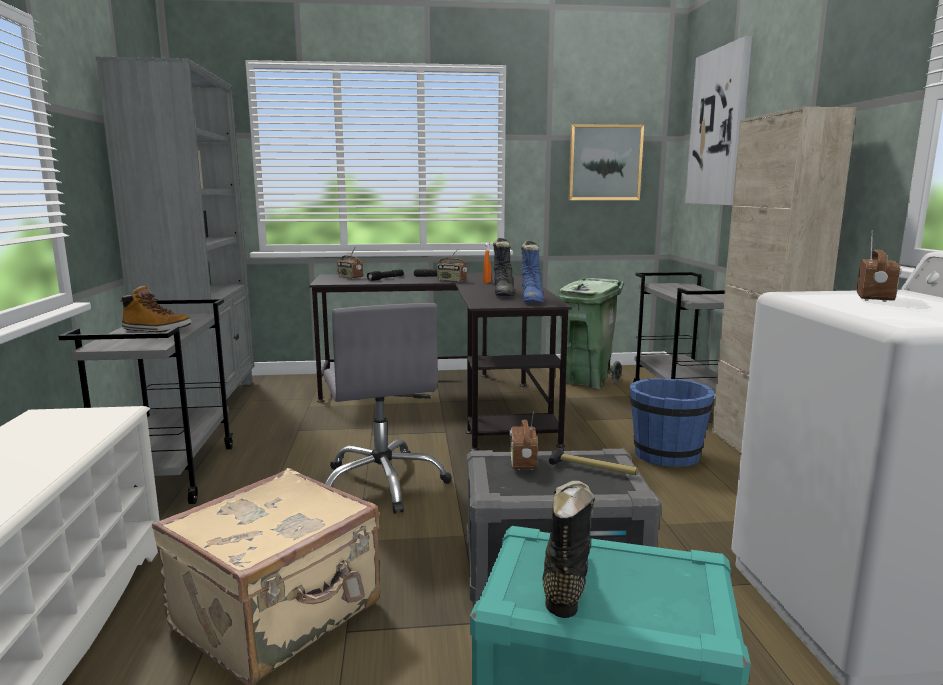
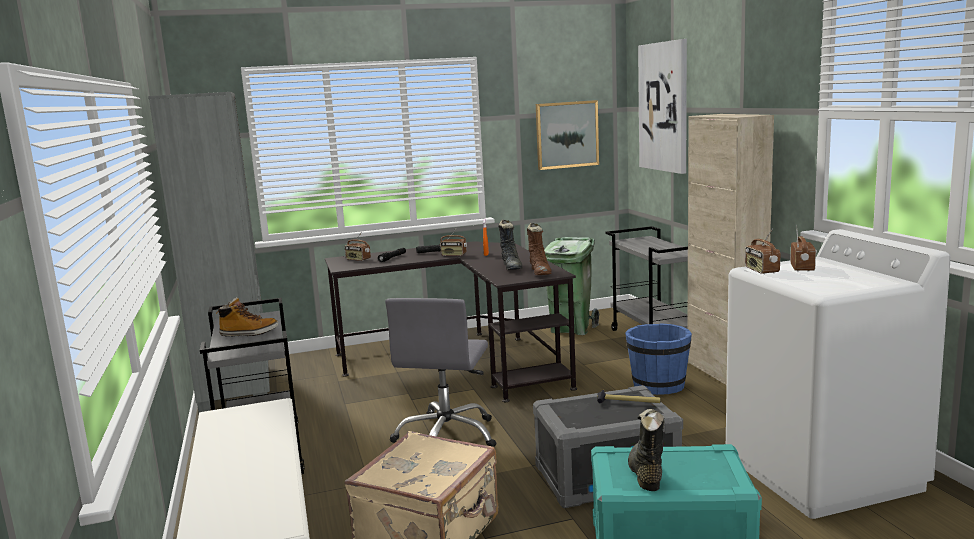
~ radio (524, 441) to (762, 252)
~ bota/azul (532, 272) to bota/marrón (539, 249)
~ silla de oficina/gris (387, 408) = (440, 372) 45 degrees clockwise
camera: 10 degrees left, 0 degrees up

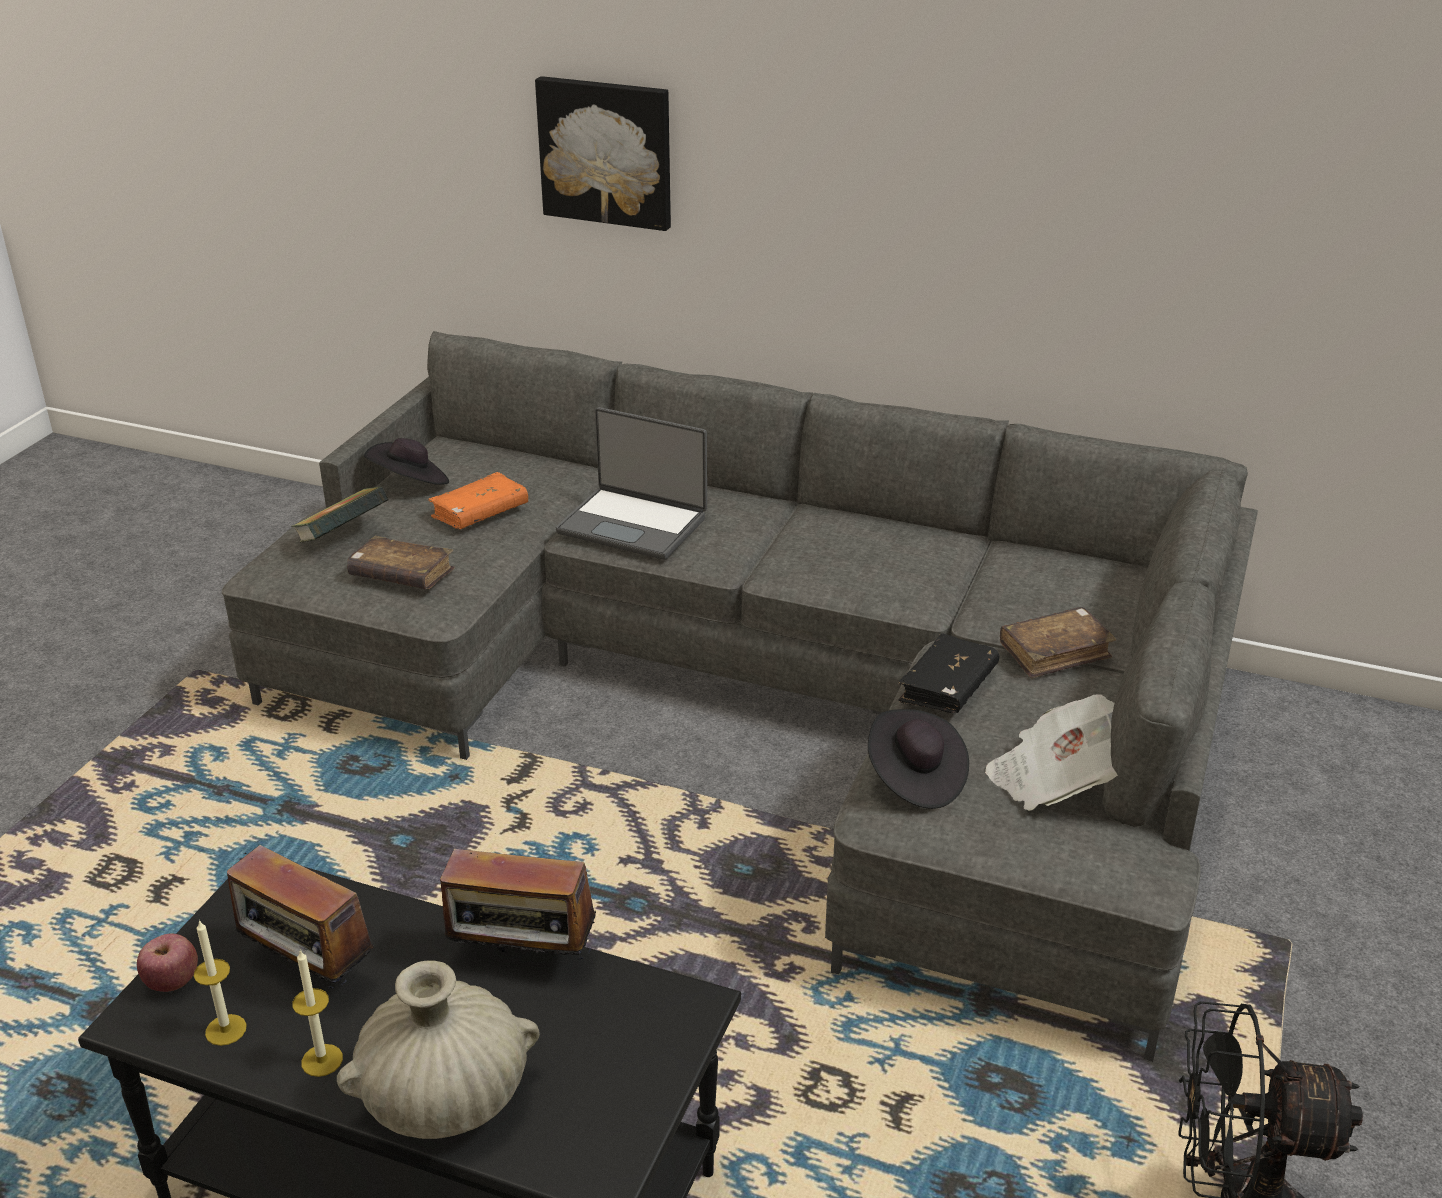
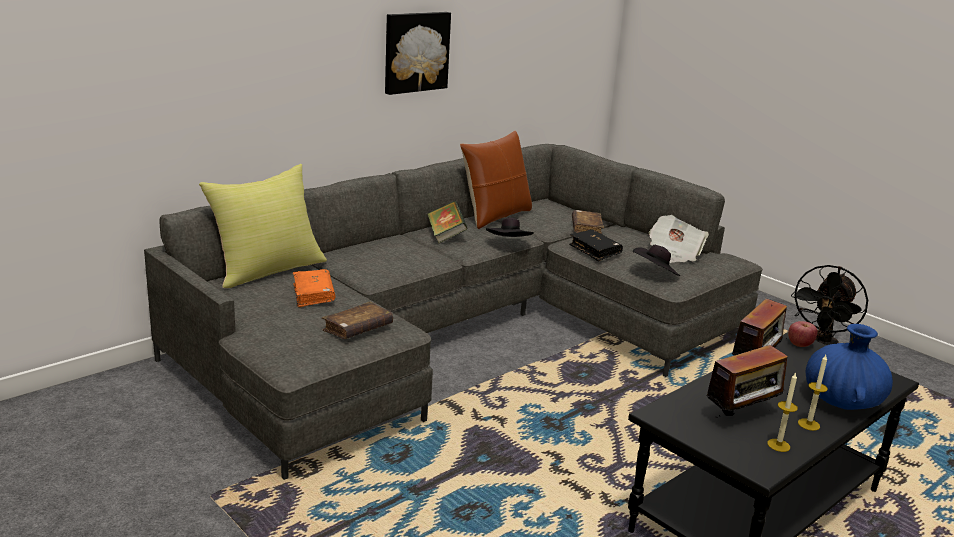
- portátil (631, 483)
+ cojín/amarillo (263, 226)
+ cojín/marrón (496, 180)
~ manzana (167, 963) to (803, 334)
~ libro (339, 514) to (447, 222)
~ sombrero/negro (406, 461) to (510, 227)
~ cuadro (603, 153) to (418, 53)
~ florero/beis (438, 1050) to florero/azul (849, 367)
camera: 65 degrees left, 10 degrees down

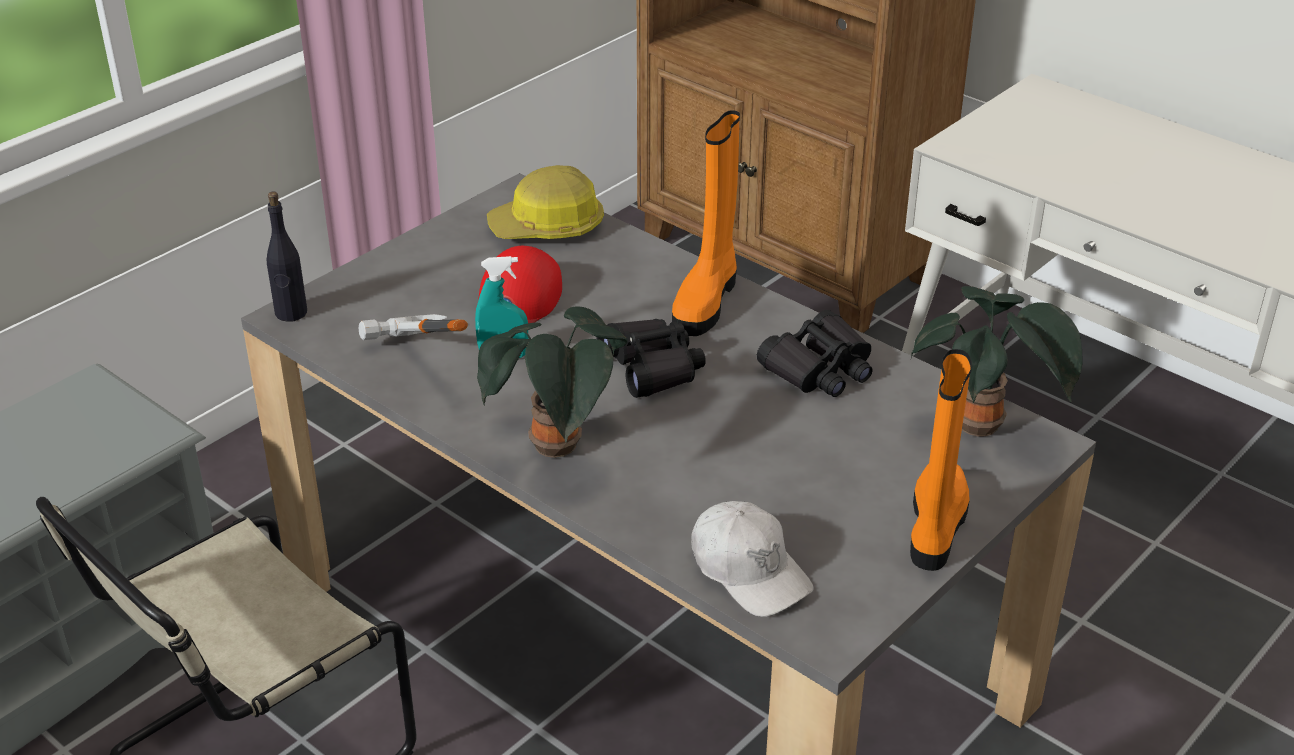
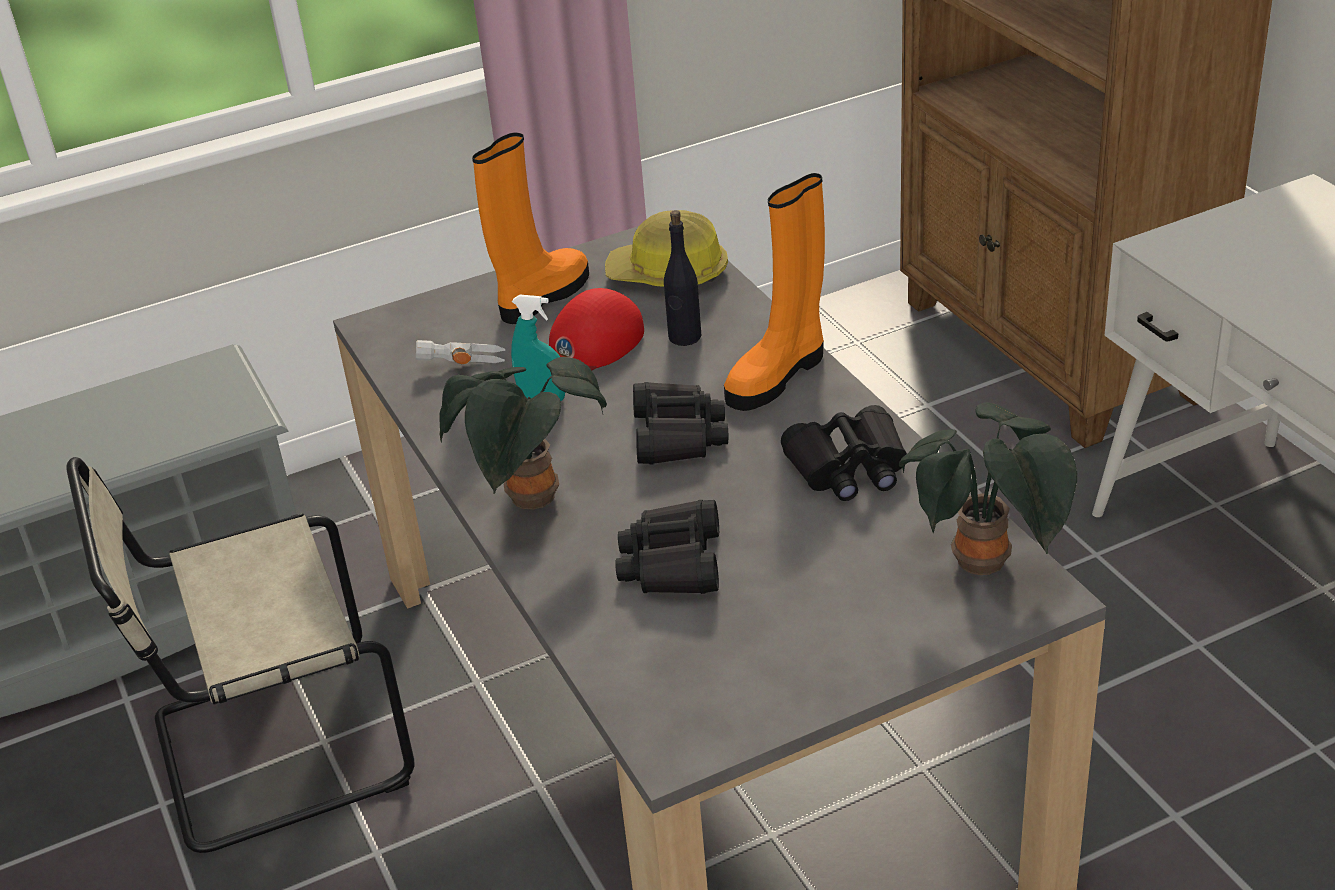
- gorra/blanco (752, 559)
+ prismáticos/negro (667, 547)
~ botella/negro (287, 256) to (682, 278)
~ bota/naranja (941, 460) to (530, 228)
camera: 25 degrees right, 0 degrees up

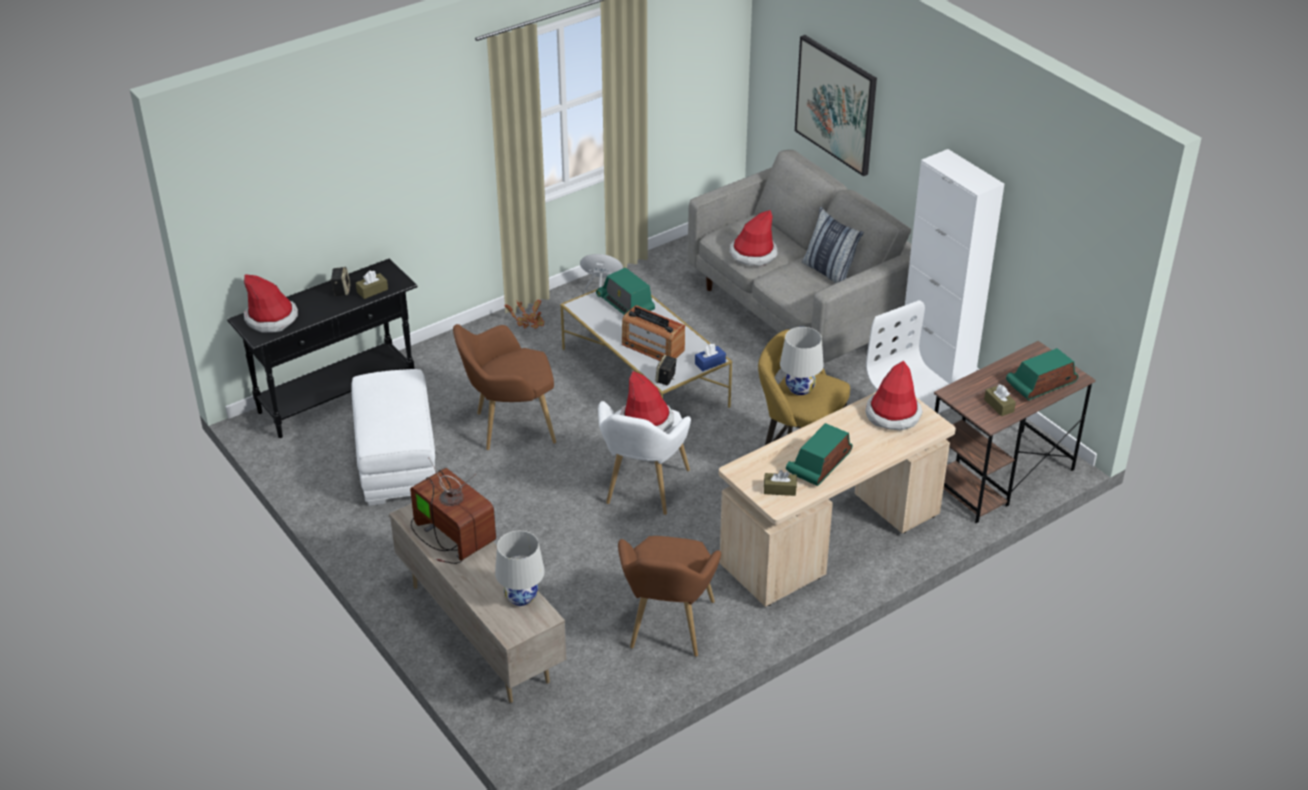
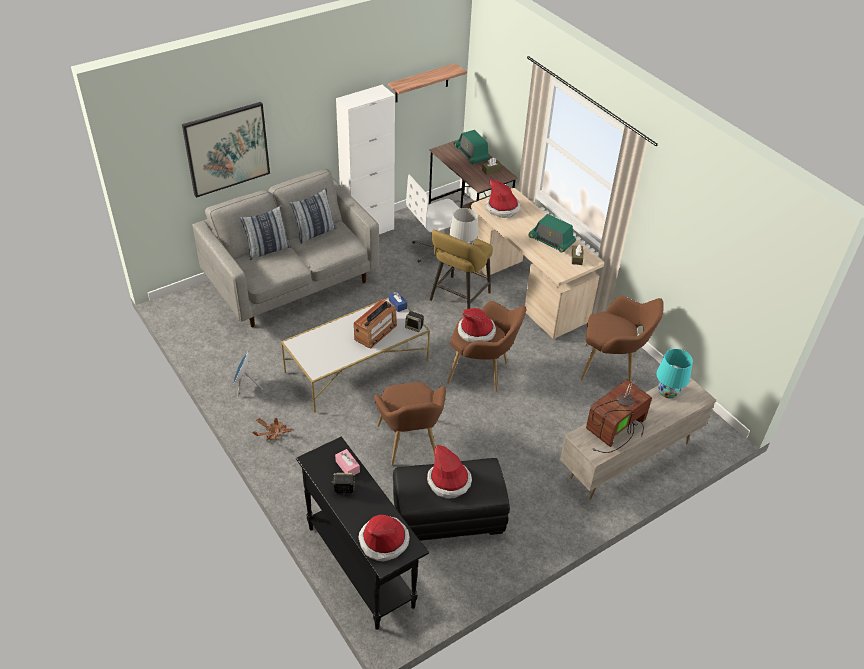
- radio (625, 291)
+ cojín (265, 232)
+ estante (427, 82)
~ sombrero (754, 238) to (449, 472)
~ puf/blanco (393, 437) to puf/negro (451, 499)
~ caja de pañuelos/marrón (372, 285) to caja de pañuelos/rosa (347, 462)
~ lámpara de mesa/blanco (520, 568) to lámpara de mesa/turquesa (674, 373)
~ sillón/blanco (644, 458) to sillón/marrón (486, 346)
camera: 90 degrees left, 5 degrees up

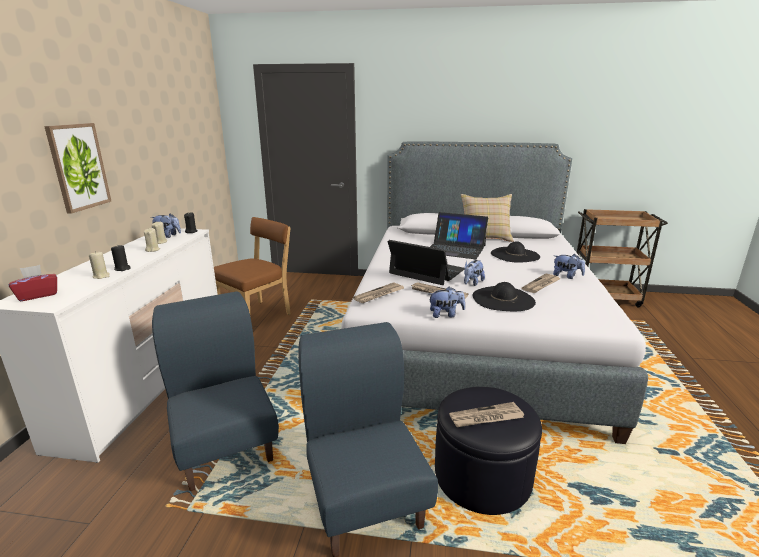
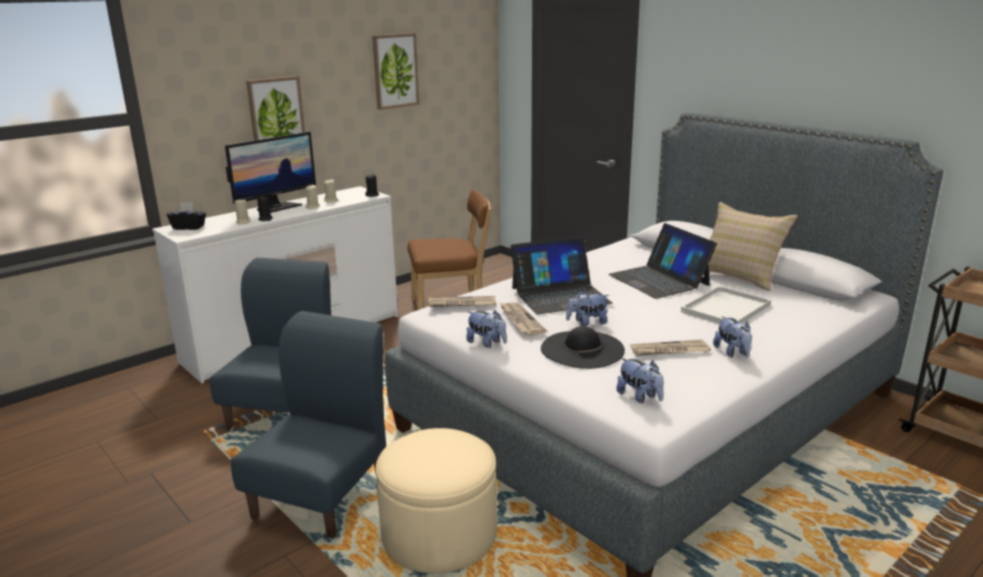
- periódico (486, 414)
+ monitor (270, 172)
+ cuadro (395, 71)
~ peluche (166, 226) to (640, 380)
~ sombrero/negro (515, 252) to bandeja/blanco (726, 305)
~ caja de pañuelos/rojo (33, 283) to caja de pañuelos/negro (186, 216)
~ puf/negro (488, 451) to puf/beis (436, 500)
~ portátil (426, 262) = (561, 275) 90 degrees clockwise
camera: 40 degrees right, 0 degrees up

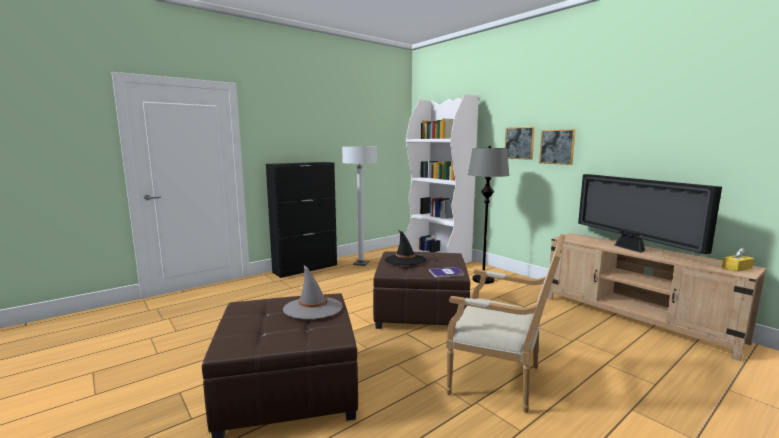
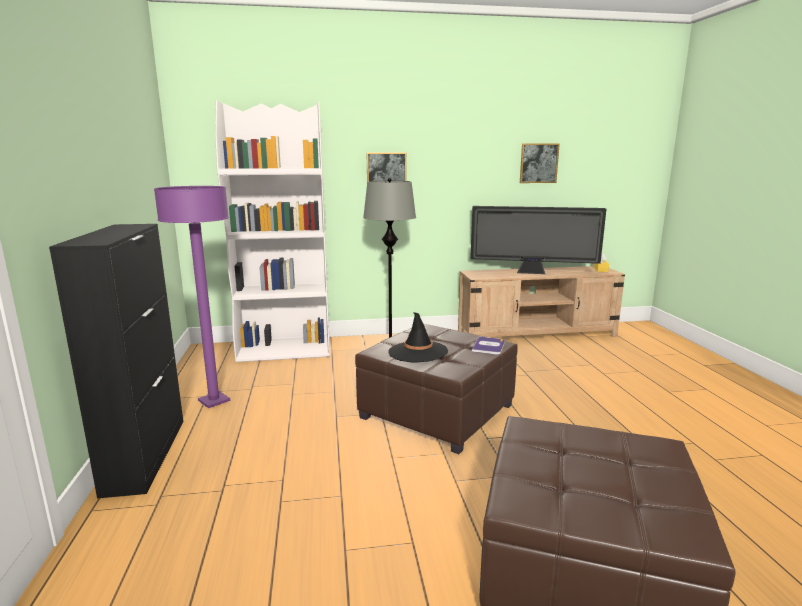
- sombrero/gris (313, 292)
- sillón (505, 323)
~ cuadro (557, 147) to (540, 163)
~ lámpara de pie/blanco (359, 206) to lámpara de pie/morado (192, 297)
camera: 60 degrees left, 5 degrees up

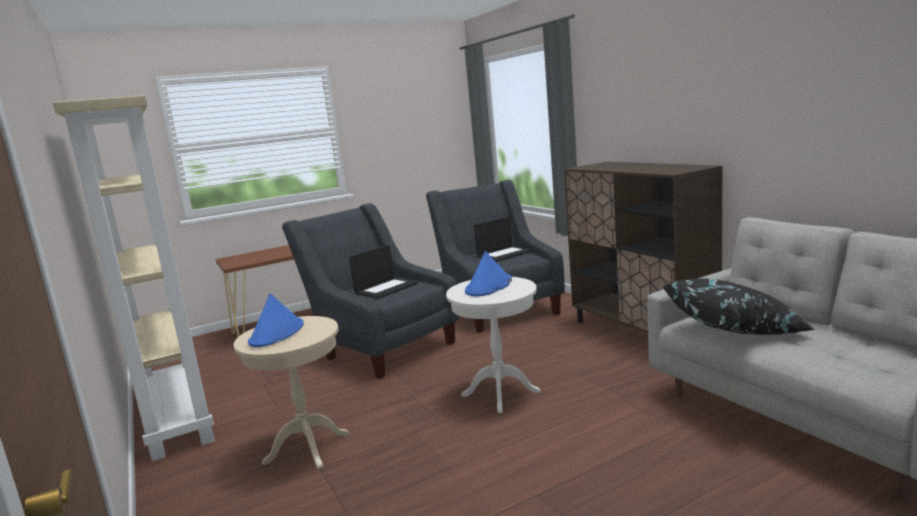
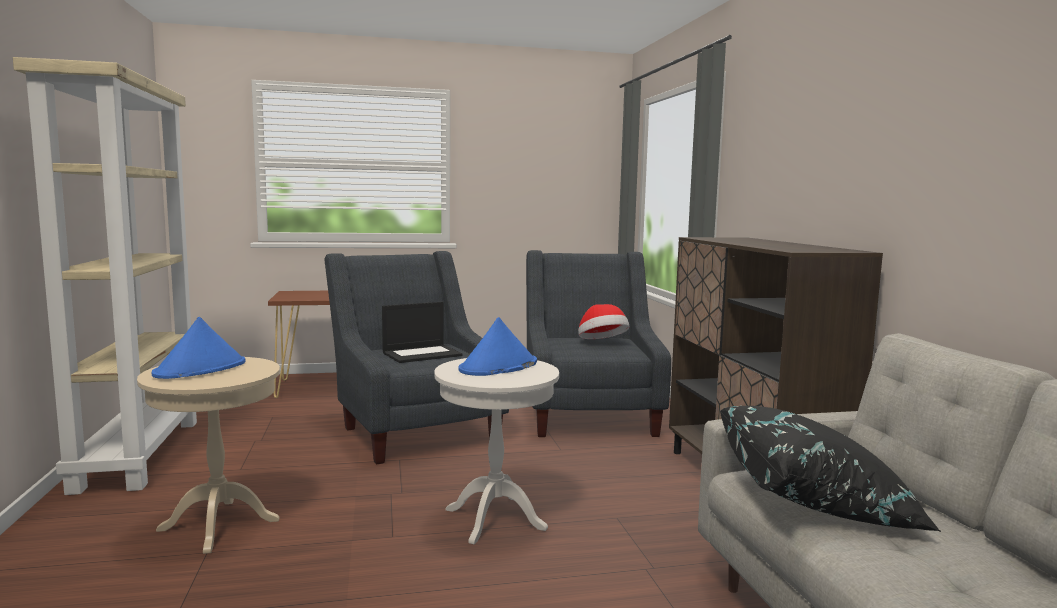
~ portátil (503, 239) to sombrero (603, 321)
camera: 15 degrees right, 5 degrees down

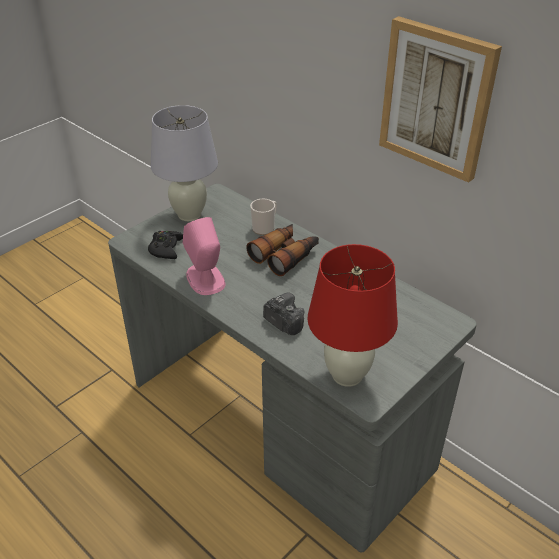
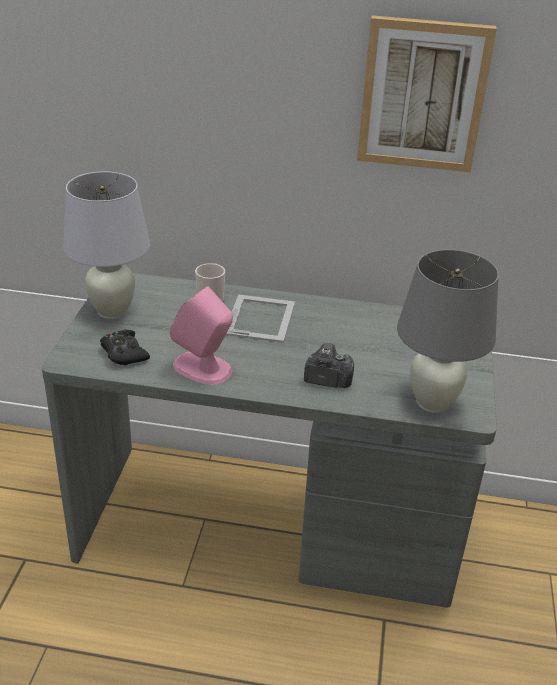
~ prismáticos (282, 250) to portarretratos (260, 319)
~ lámpara de mesa/rojo (352, 315) to lámpara de mesa/gris (448, 331)
camera: 35 degrees left, 5 degrees down

